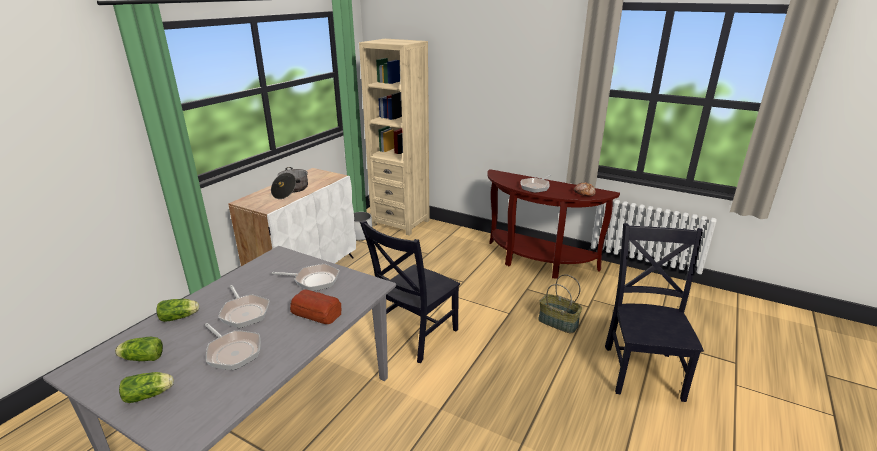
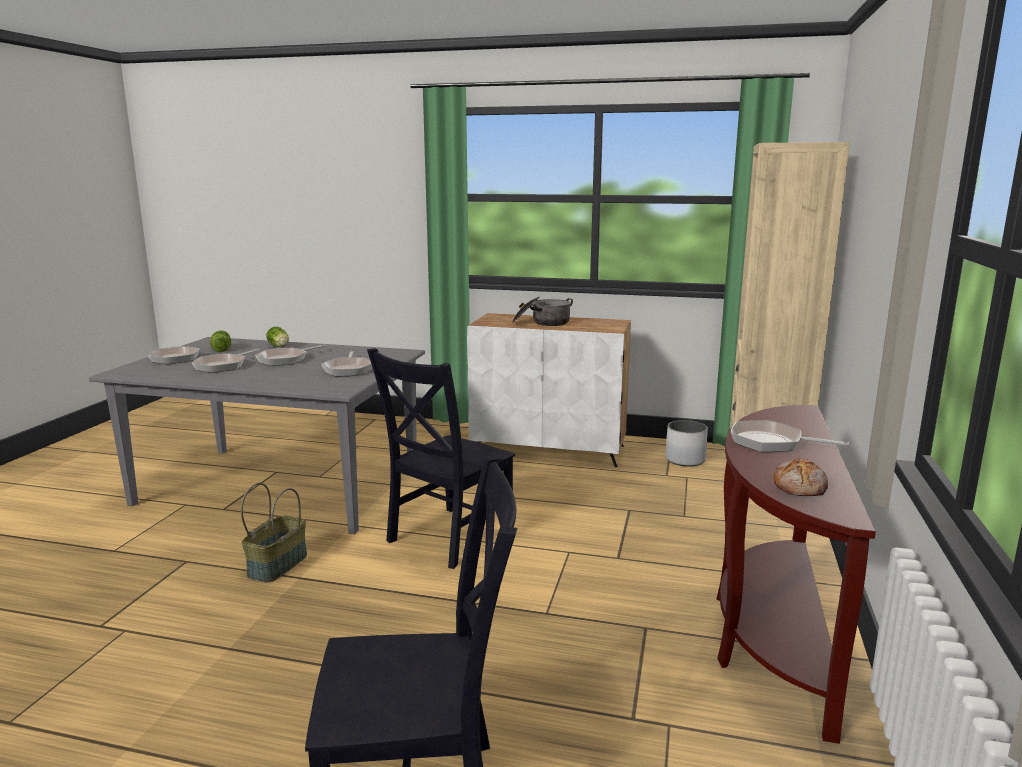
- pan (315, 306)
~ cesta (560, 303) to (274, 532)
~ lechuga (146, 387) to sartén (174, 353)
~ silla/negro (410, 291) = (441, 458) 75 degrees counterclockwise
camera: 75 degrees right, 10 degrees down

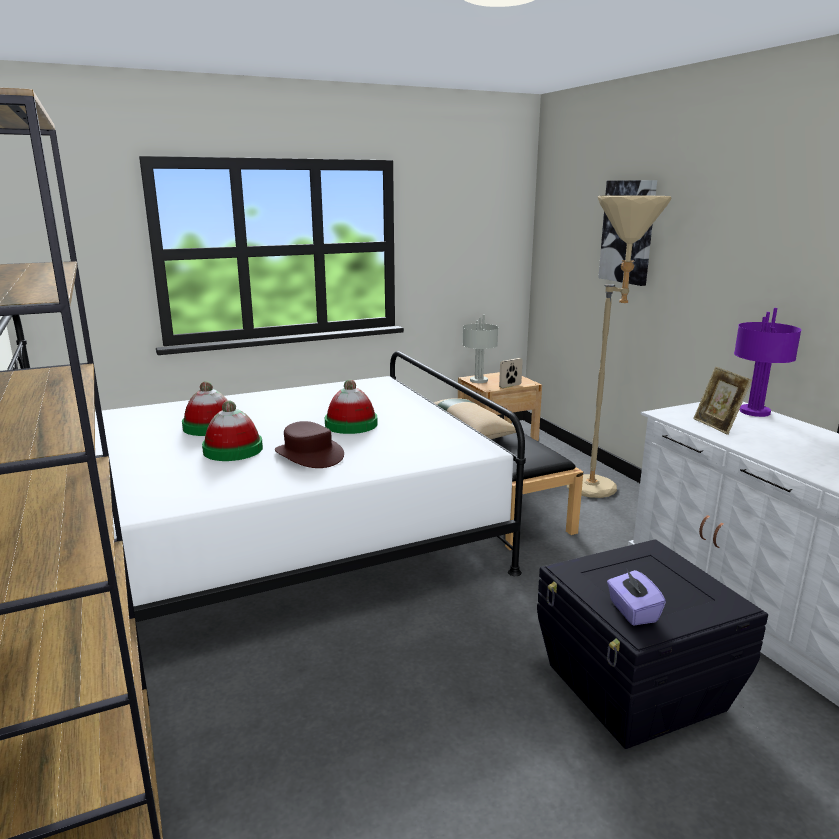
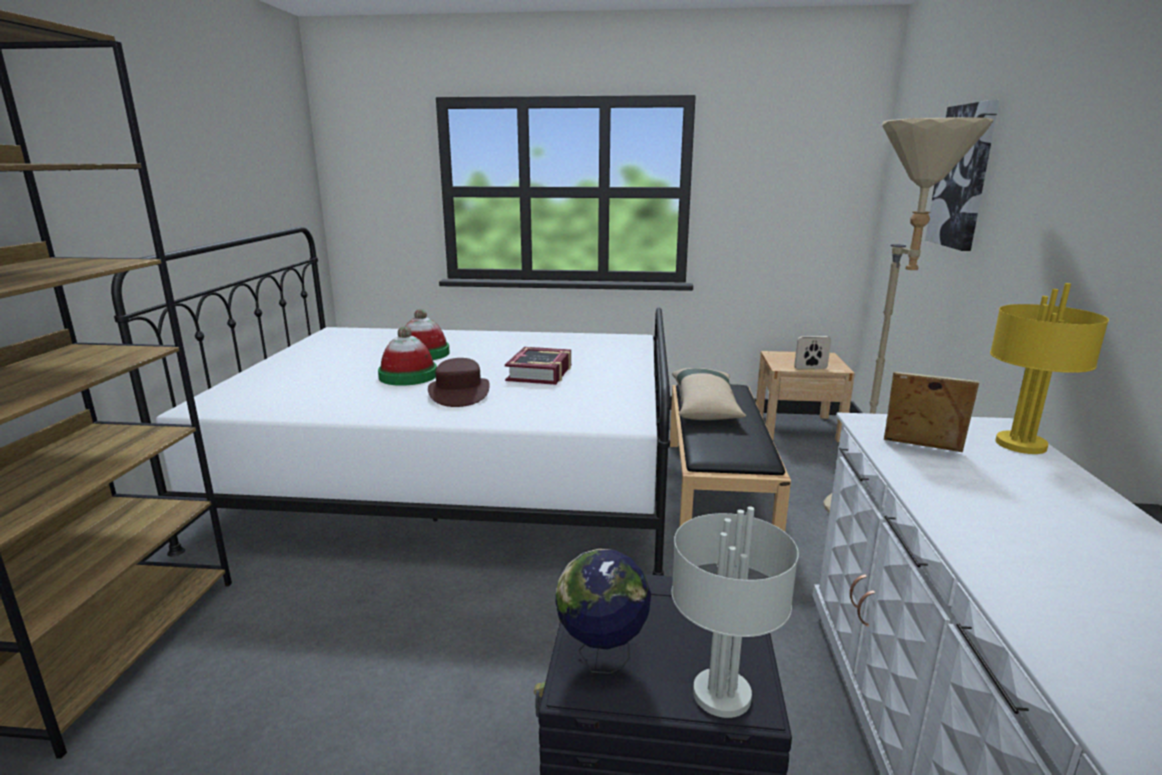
~ lámpara de mesa/gris (480, 349) to (735, 612)
~ sombrero (351, 407) to libro (538, 366)
~ caja de pañuelos/morado (636, 598) to globo terráqueo (603, 611)
~ lámpara de mesa/morado (768, 362) to lámpara de mesa/amarillo (1049, 368)
~ portarretratos (722, 401) = (931, 412) 105 degrees clockwise
camera: 30 degrees right, 0 degrees up

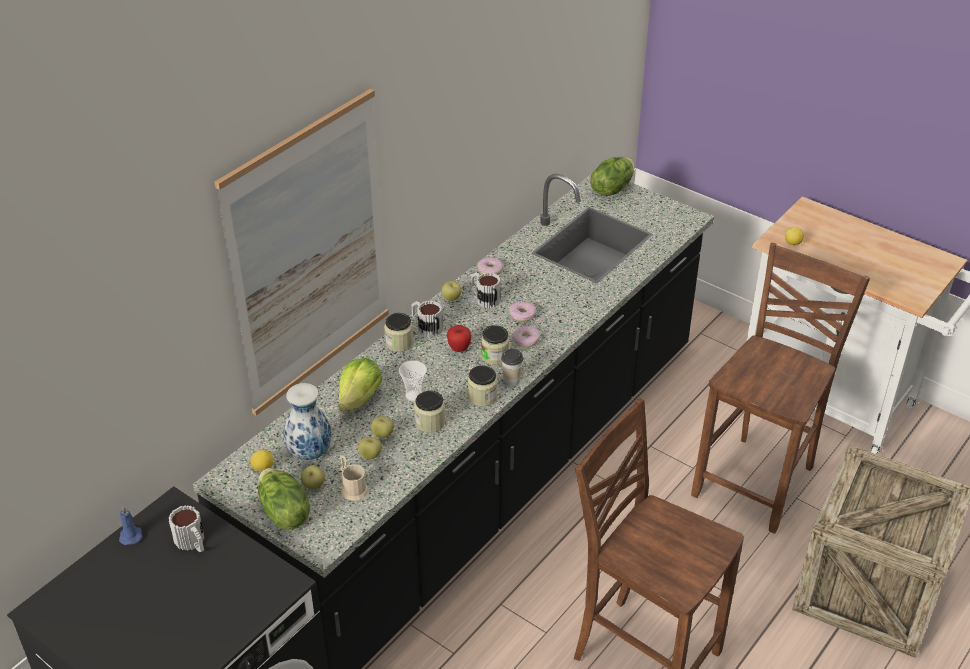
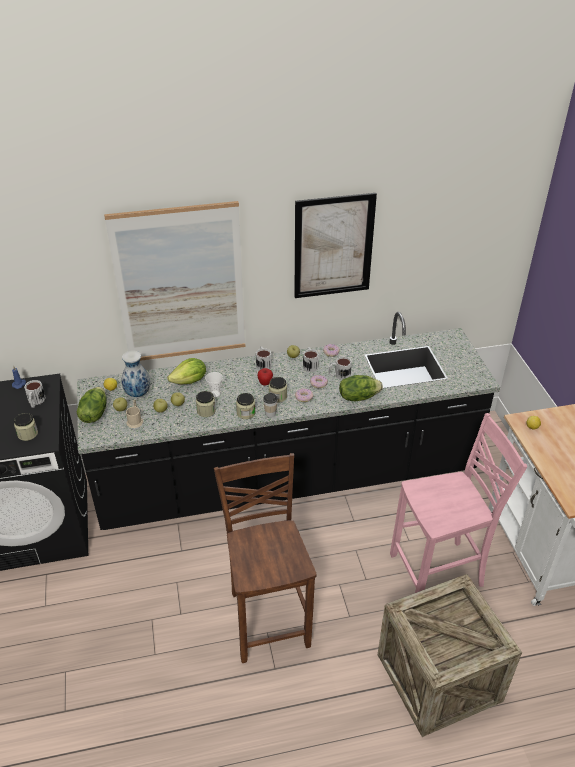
+ cuadro (335, 245)
+ taza grande (340, 368)
~ tarro (398, 332) to (26, 427)
~ lechuga (612, 176) to (361, 388)
~ silla/marrón (780, 388) to silla/rosa (458, 503)
camera: 40 degrees right, 0 degrees up

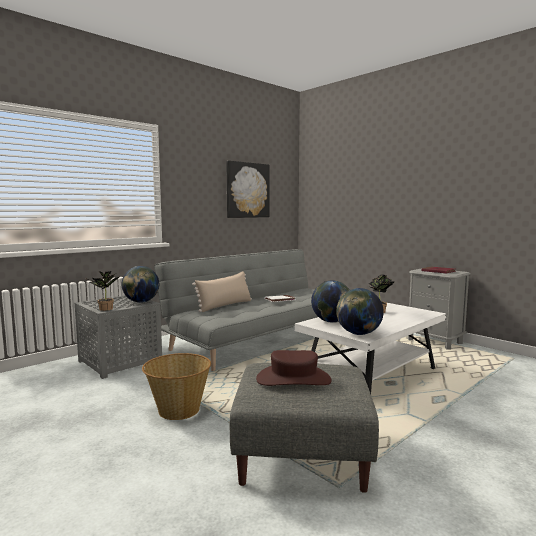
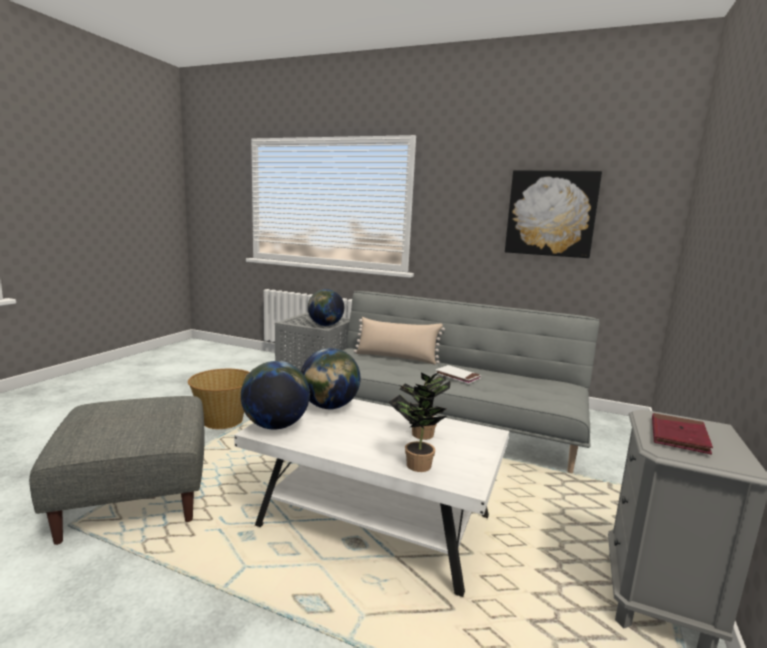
- sombrero/marrón (294, 368)
~ planta en maceta (103, 291) to (417, 431)
camera: 65 degrees right, 5 degrees up

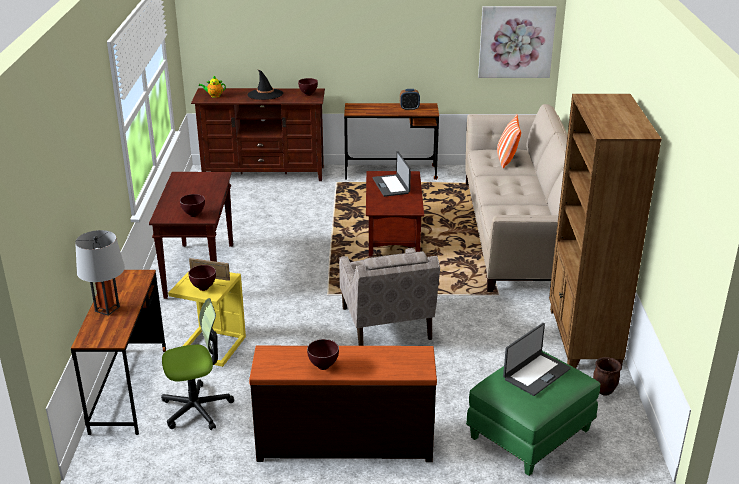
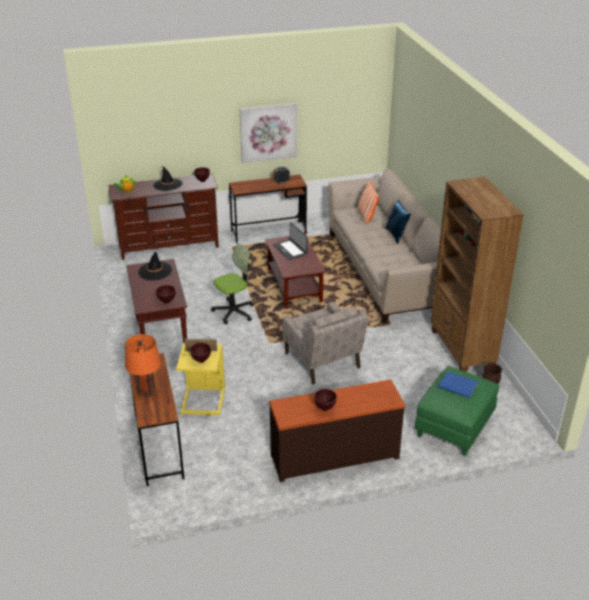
+ sombrero/negro (155, 266)
+ cojín/azul (398, 222)
~ silla de oficina (197, 364) to (232, 283)
~ cuadro (517, 42) to (268, 133)
~ portátil (537, 359) to libro/azul (458, 385)
~ lámpara de mesa/gris (100, 273) to lámpara de mesa/naranja (143, 365)
camera: 15 degrees left, 5 degrees up

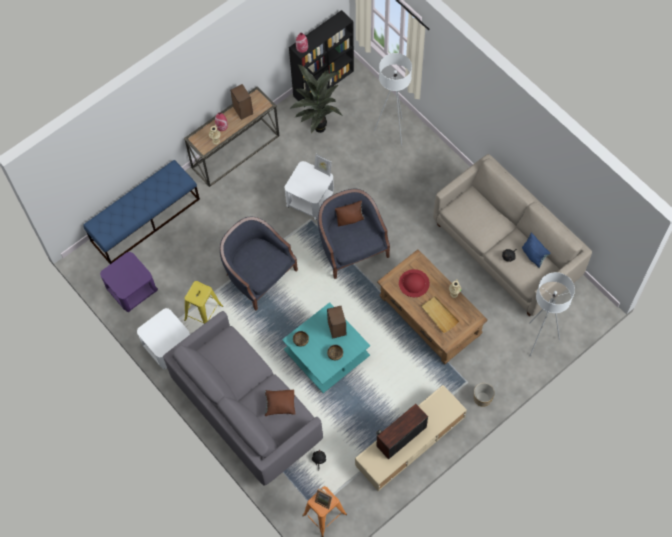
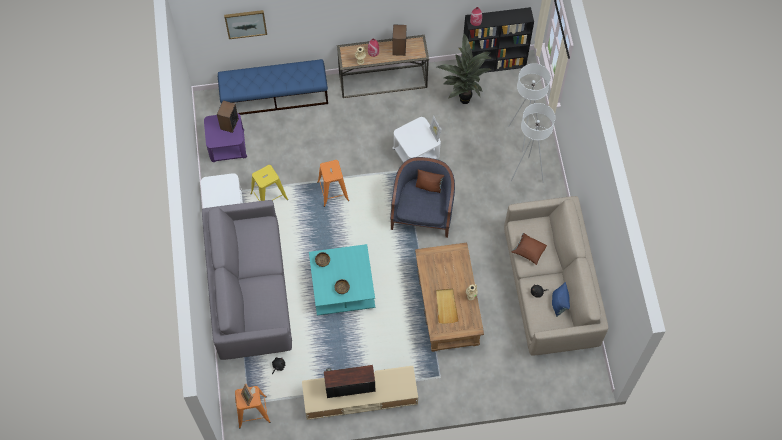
- sombrero/rojo (414, 283)
- maceta (484, 395)
+ cuadro (245, 24)
~ cojín/marrón (280, 403) to (529, 249)
~ altavoz (336, 322) to (228, 116)
~ lámpara de pie/blanco (552, 314) to (533, 143)
~ sillón/azul (259, 263) to taburete/naranja (333, 183)
camera: 30 degrees right, 0 degrees up

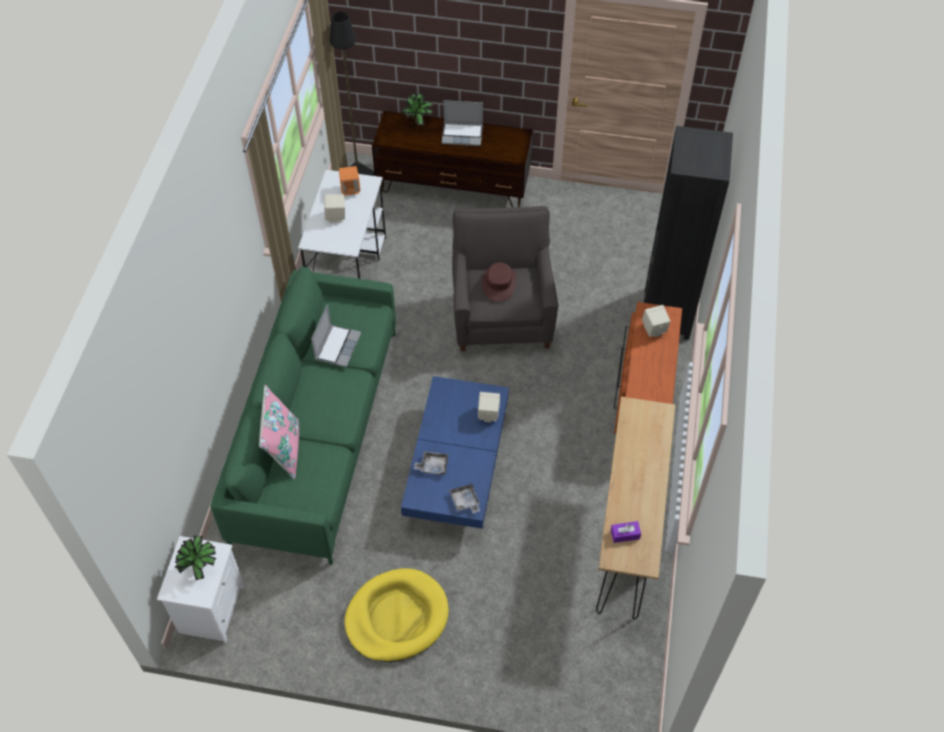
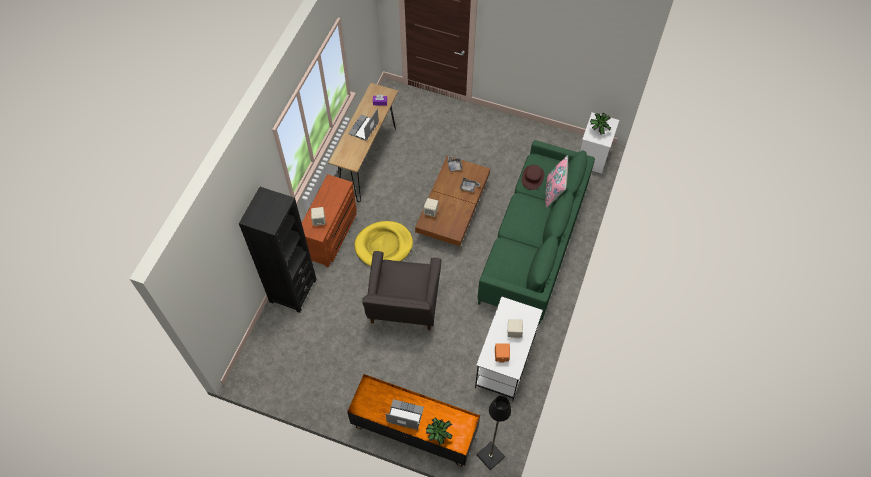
~ portátil (336, 335) to (363, 124)
~ cama para perro/amarillo (397, 615) to (384, 243)
~ sombrero/marrón (499, 282) to (533, 177)
~ mesa de centro/azul (455, 452) to mesa de centro/marrón (452, 201)
camera: 170 degrees left, 5 degrees up

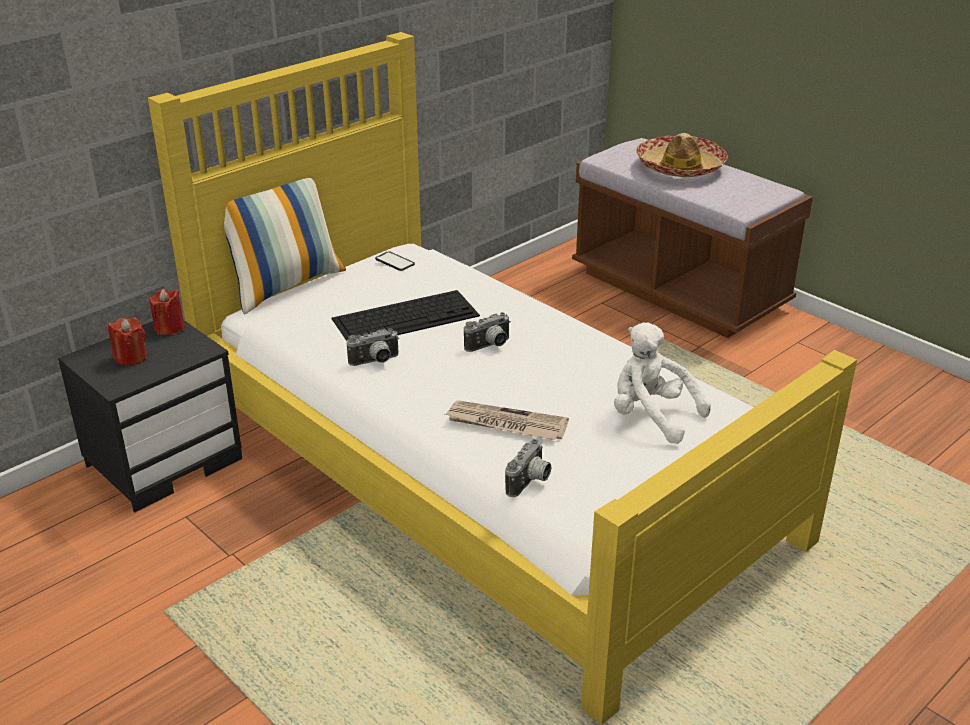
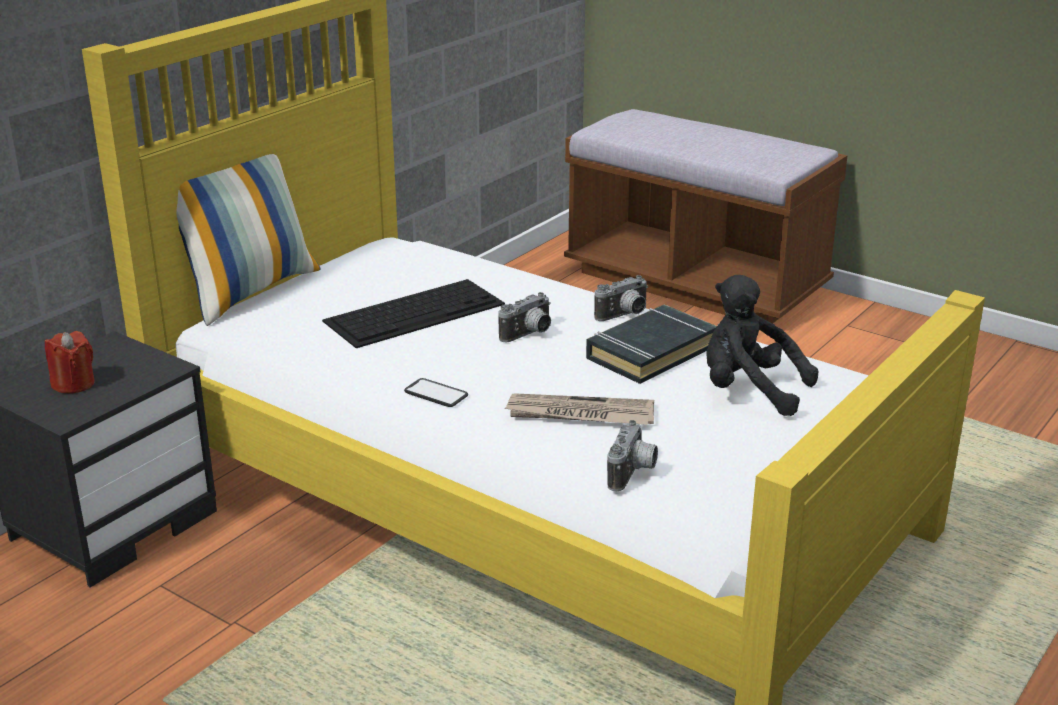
- vela/rojo (167, 312)
- sombrero (682, 155)
+ libro/negro (651, 344)
~ cámara (373, 347) to (621, 298)
~ móvil (395, 261) to (436, 392)
~ peluche/blanco (662, 383) to peluche/negro (762, 345)
camera: 10 degrees left, 5 degrees down

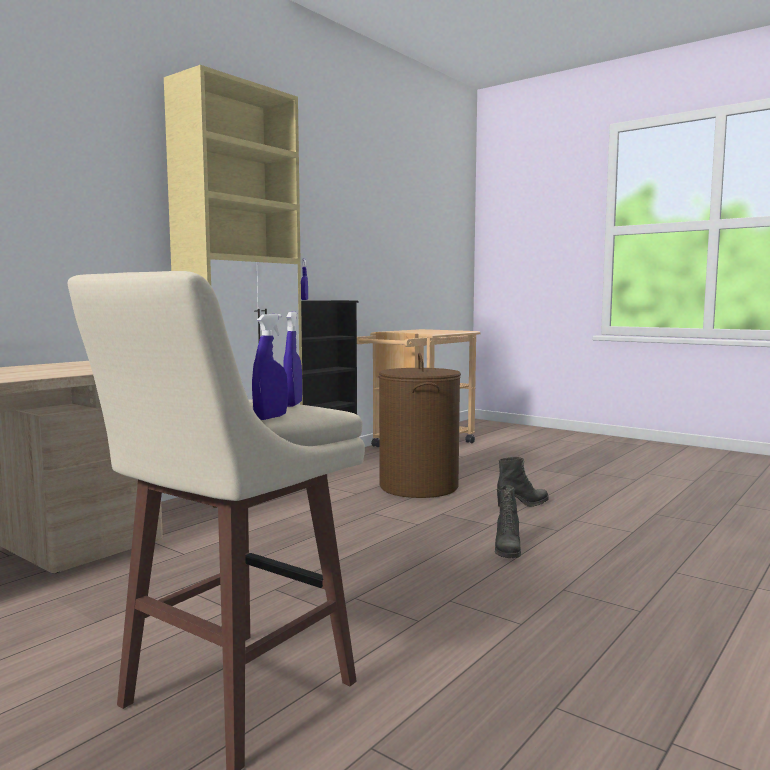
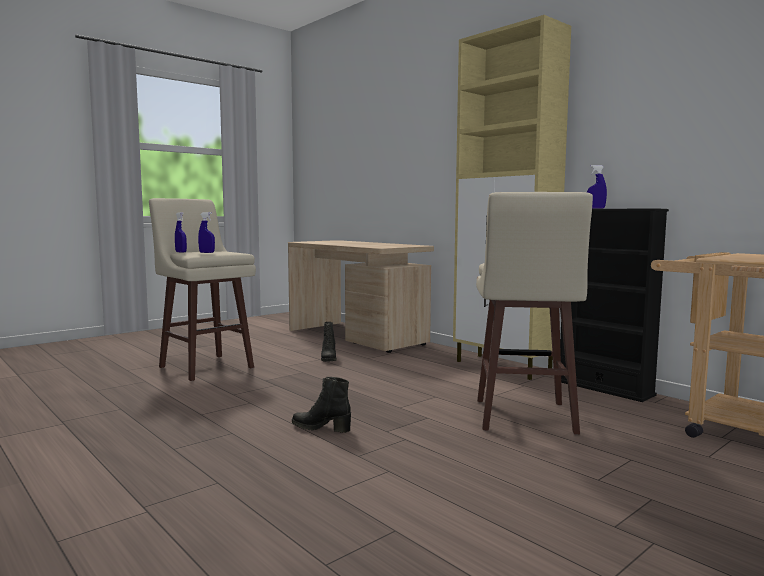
~ bota/negro (523, 482) to (328, 342)
~ cesto de la ropa/marrón (420, 425) to taburete/beis (534, 313)
camera: 100 degrees right, 0 degrees up

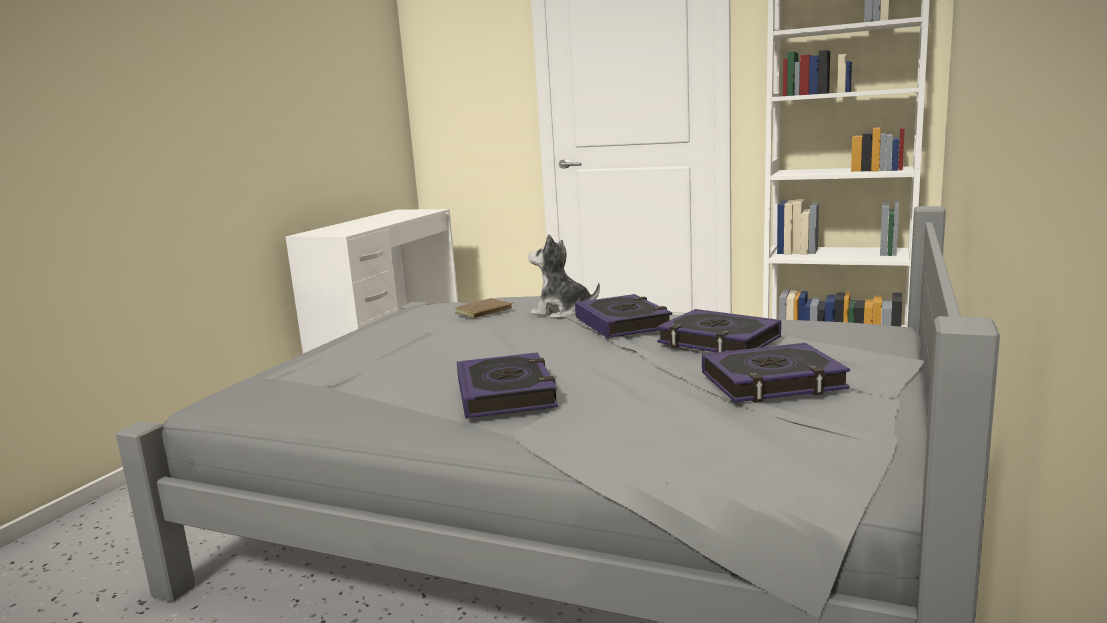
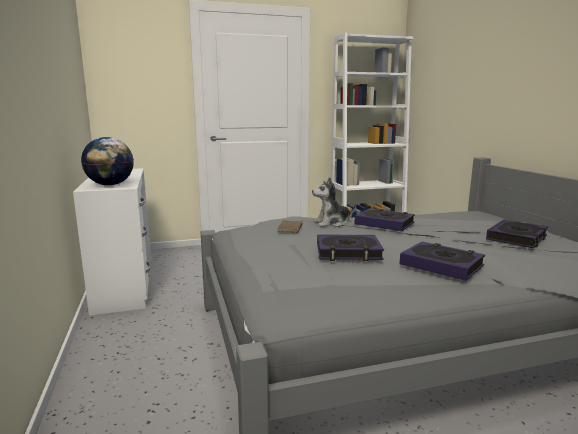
+ globo terráqueo (107, 161)
~ libro (719, 330) to (350, 248)
camera: 40 degrees left, 0 degrees up

